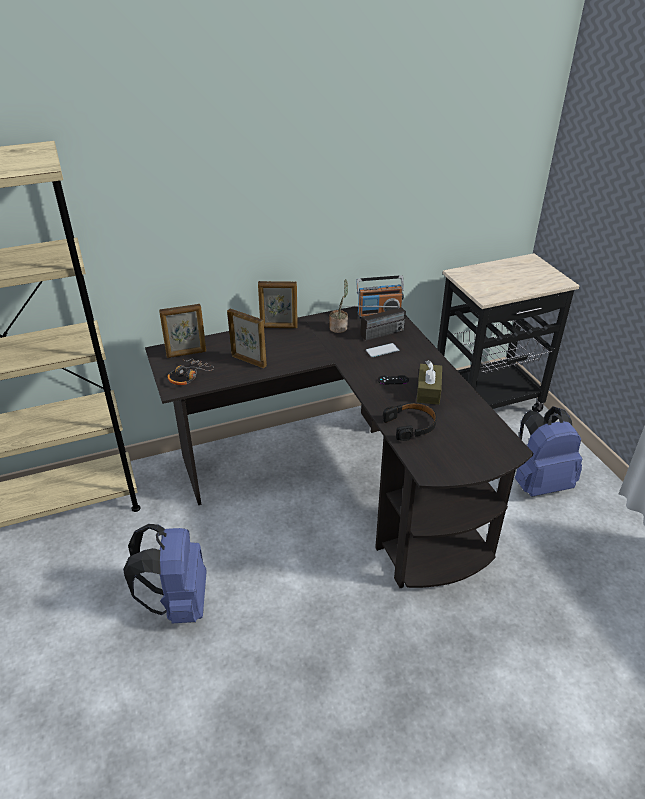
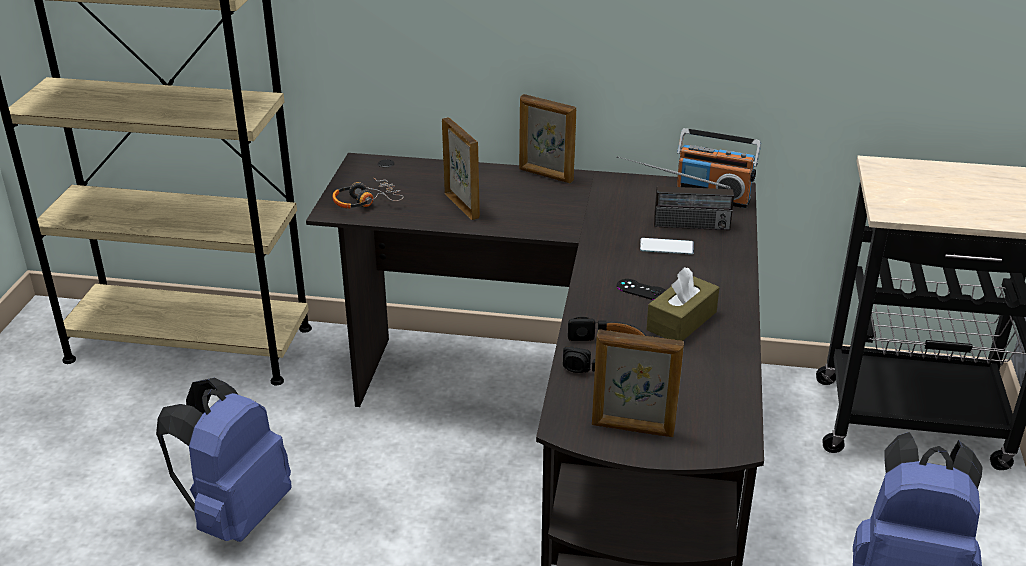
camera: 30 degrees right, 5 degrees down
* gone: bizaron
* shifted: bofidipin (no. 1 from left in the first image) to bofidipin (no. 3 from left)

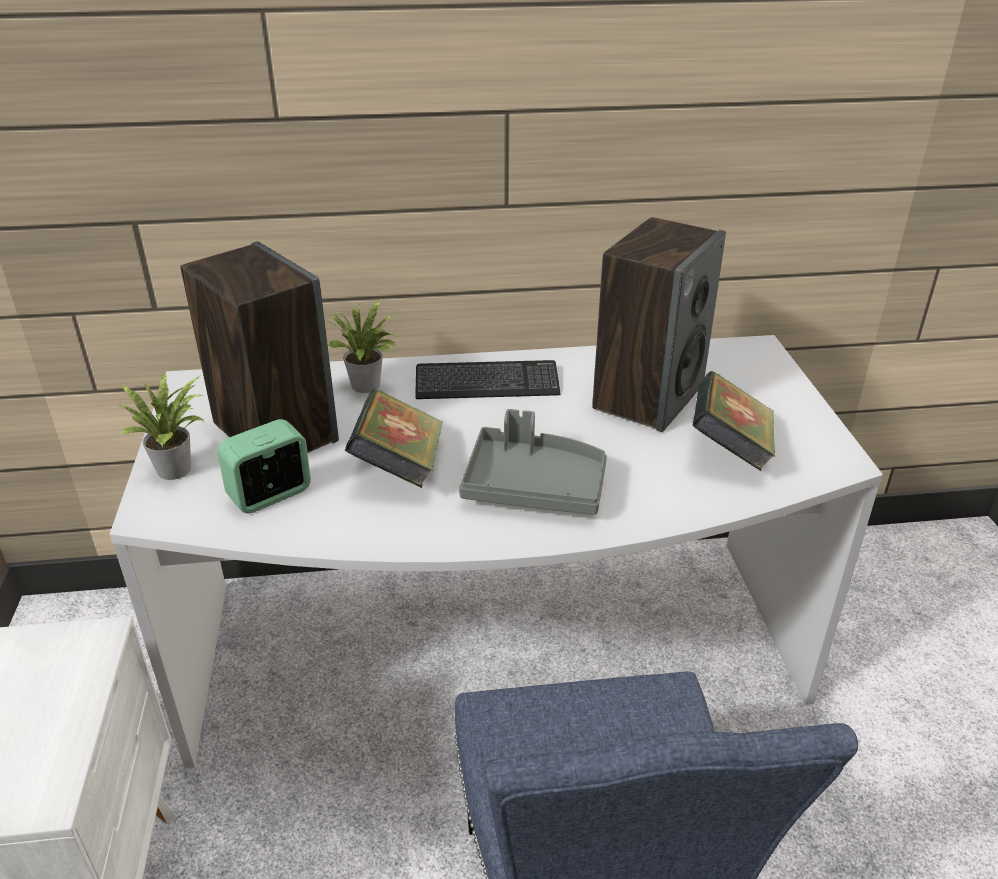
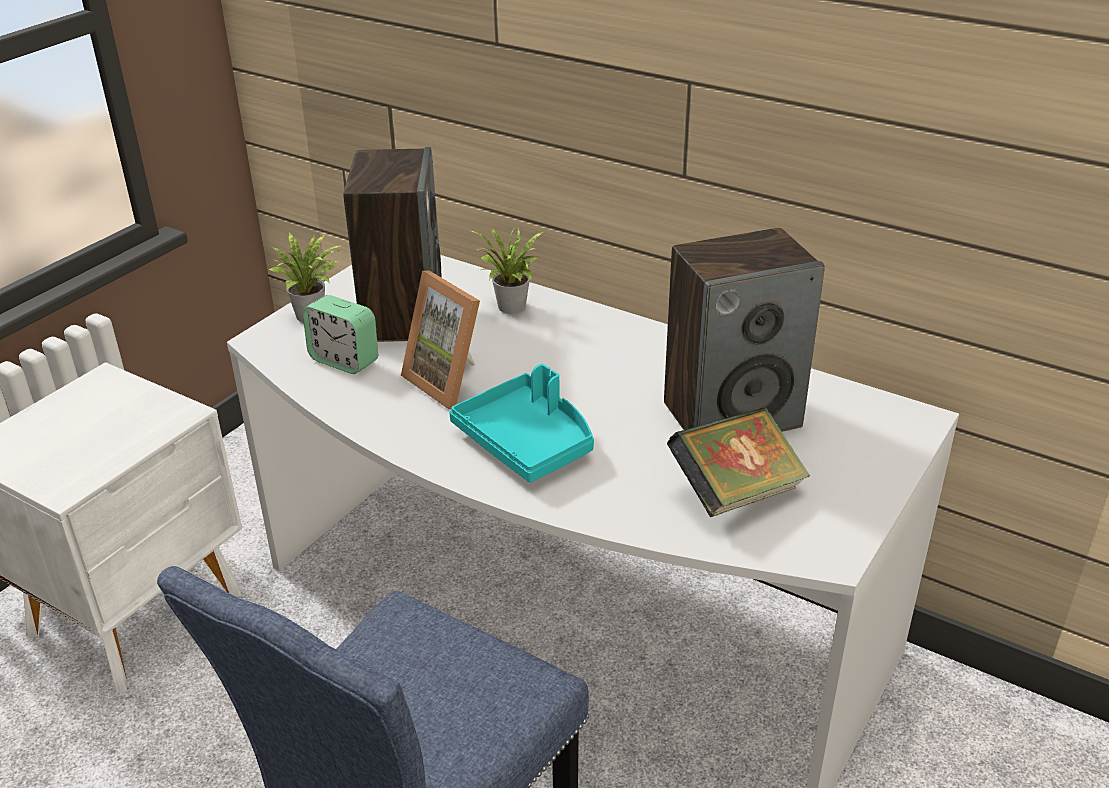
camera: 40 degrees right, 0 degrees up
* gone: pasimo
* swapped: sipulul (no. 1 from left) to bofidipin
* repainted: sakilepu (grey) to sakilepu (turquoise)
* rotated: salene 150 degrees counterclockwise

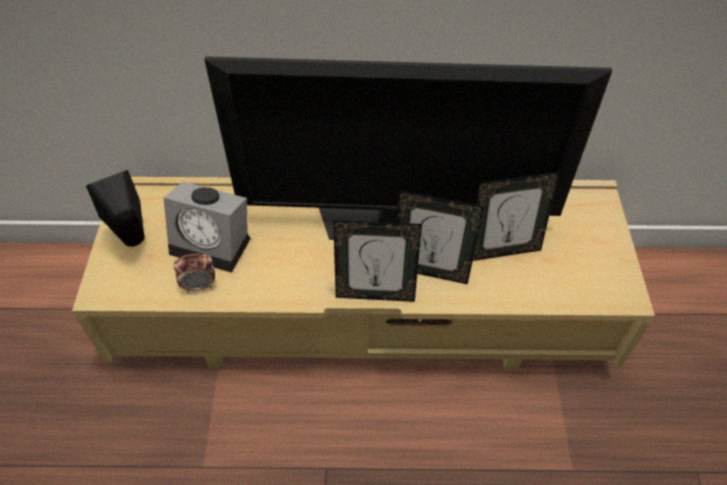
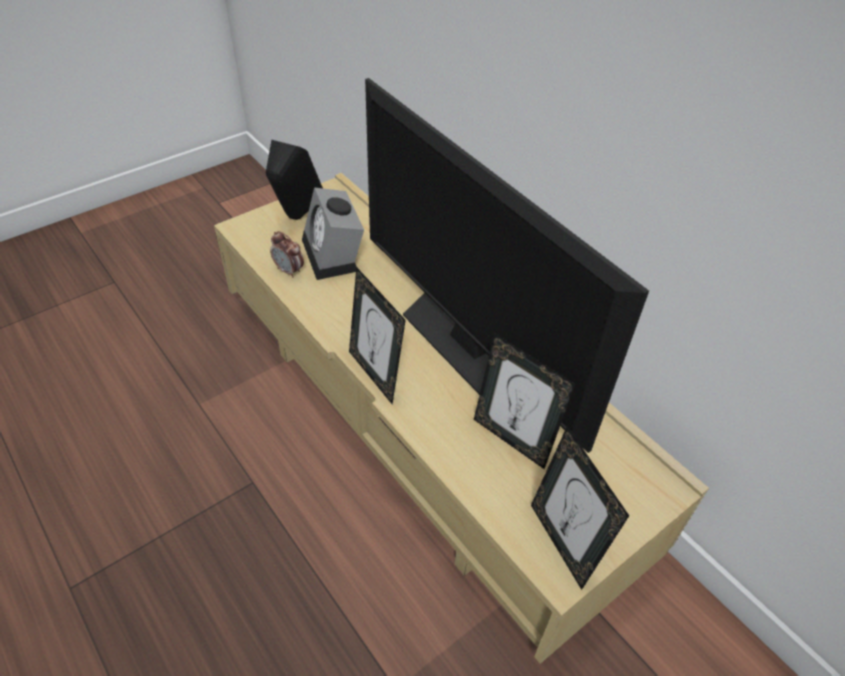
camera: 50 degrees right, 5 degrees down
* shifted: bofidipin (no. 2 from left in the first image) to bofidipin (no. 3 from left)

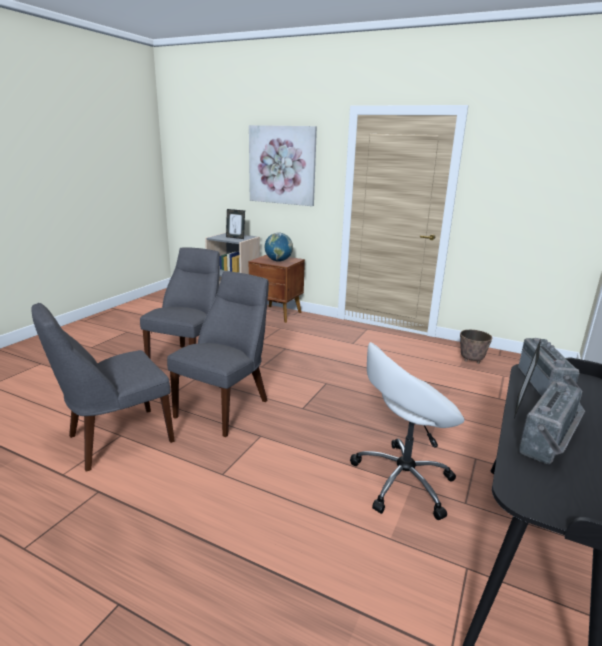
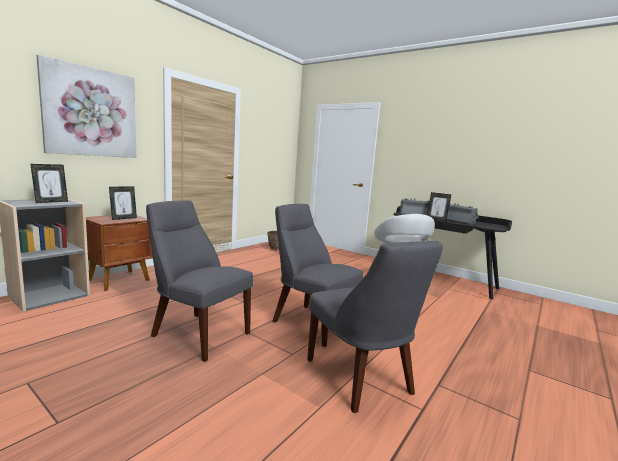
camera: 80 degrees left, 10 degrees down
* swapped: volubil to bofidipin (no. 2 from left)

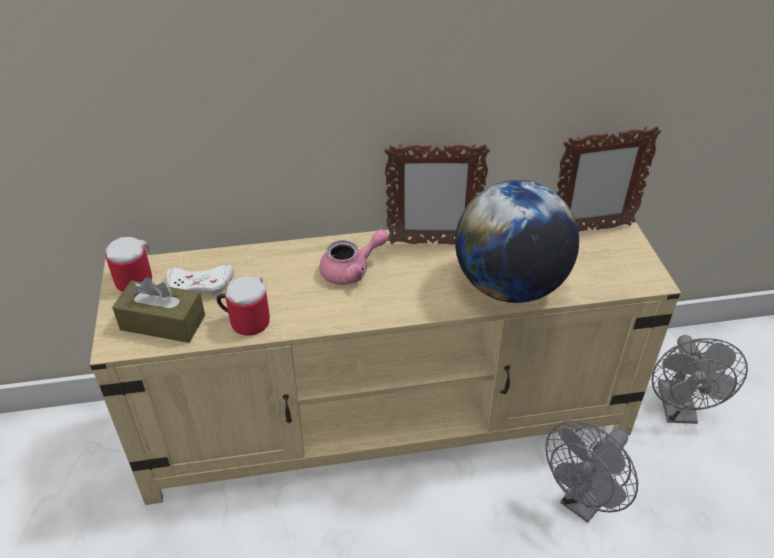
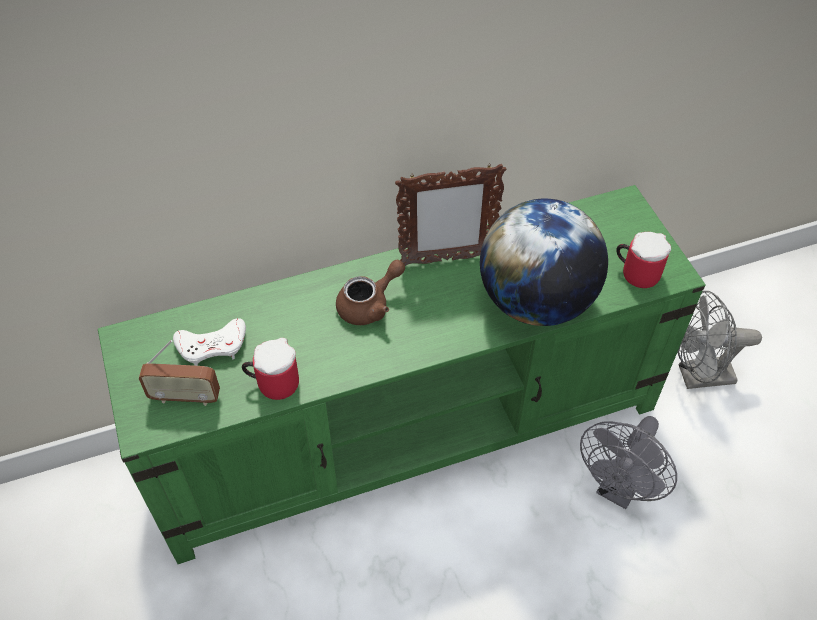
camera: 10 degrees left, 10 degrees up
* gone: bofidipin (no. 2 from left)
* shifted: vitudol (no. 1 from left in the first image) to vitudol (no. 2 from left)
* swapped: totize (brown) to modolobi
* repainted: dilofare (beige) to dilofare (green)
* repainted: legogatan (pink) to legogatan (brown)
* rotated: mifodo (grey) (no. 2 from left) 90 degrees clockwise

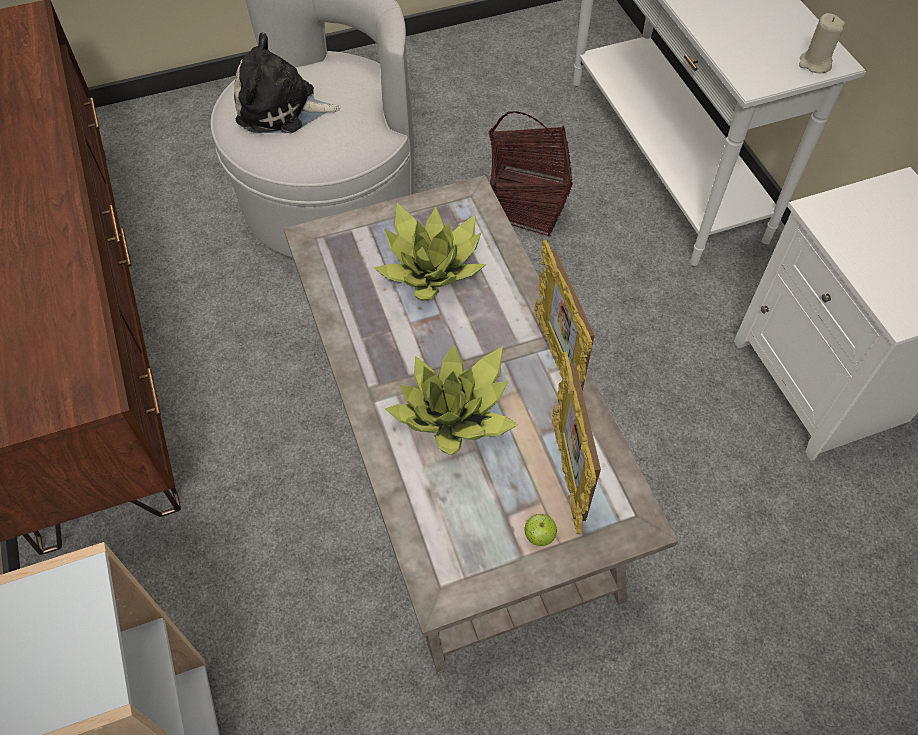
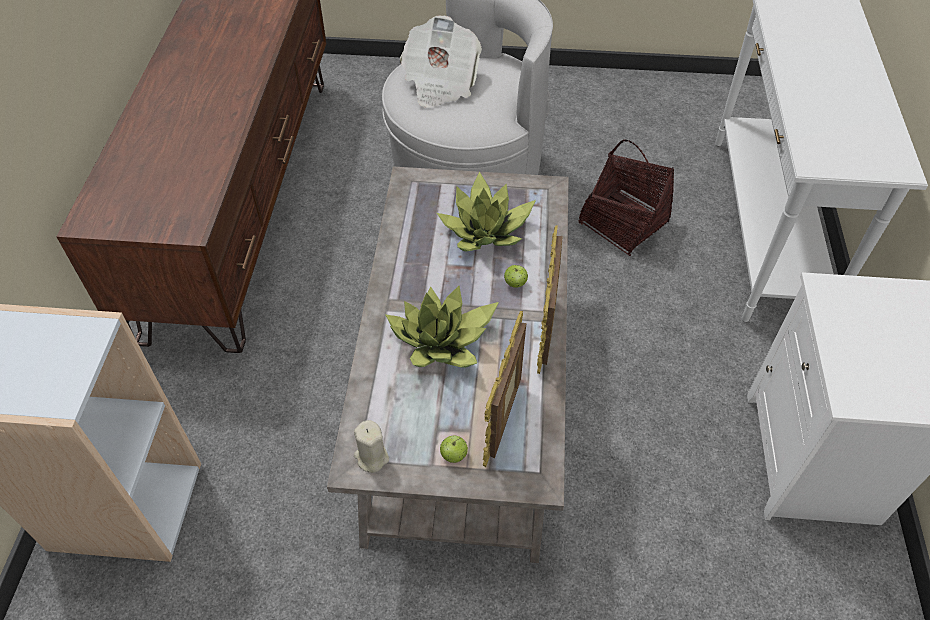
camera: 25 degrees right, 5 degrees down
* new: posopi (no. 2 from left)
* shifted: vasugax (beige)
* swapped: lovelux to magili

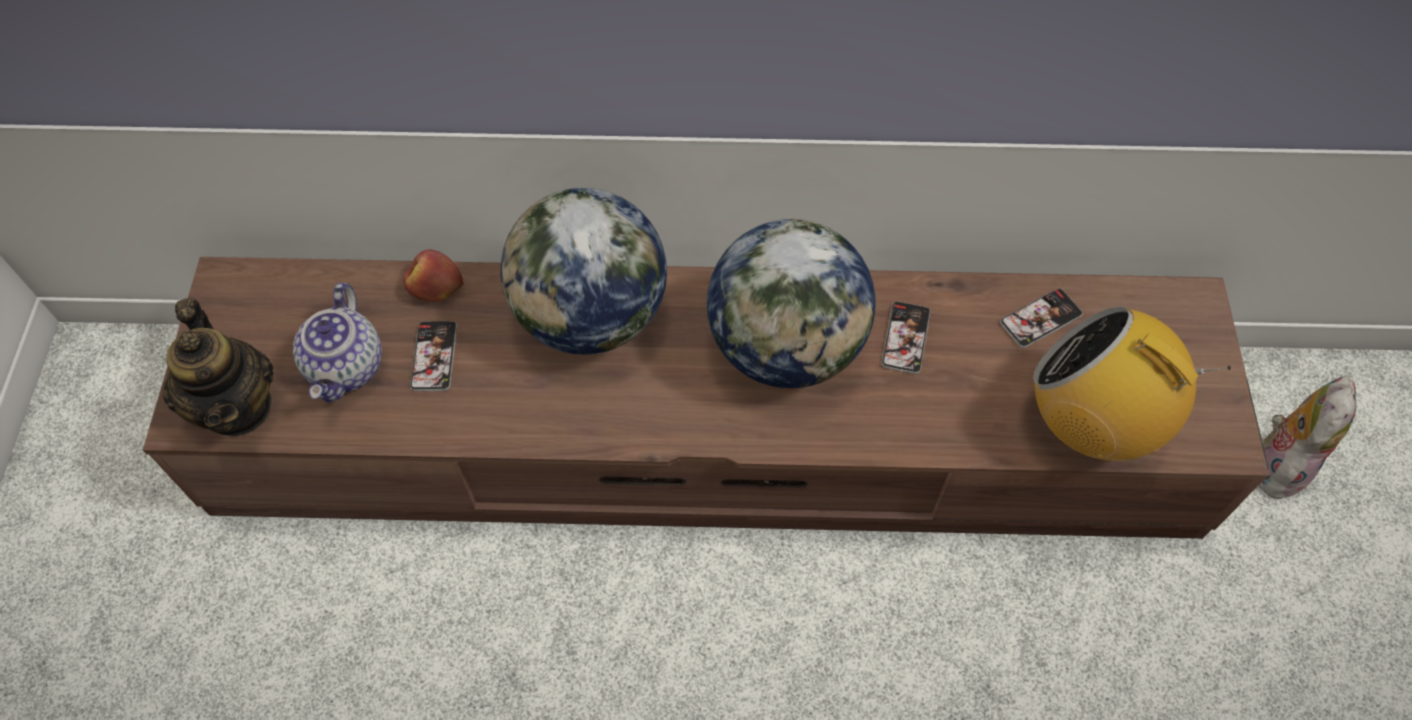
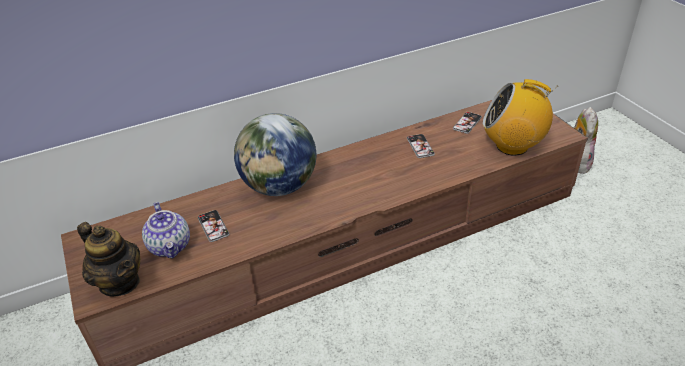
camera: 25 degrees left, 20 degrees down
* gone: posopi
* gone: volubil (no. 2 from left)

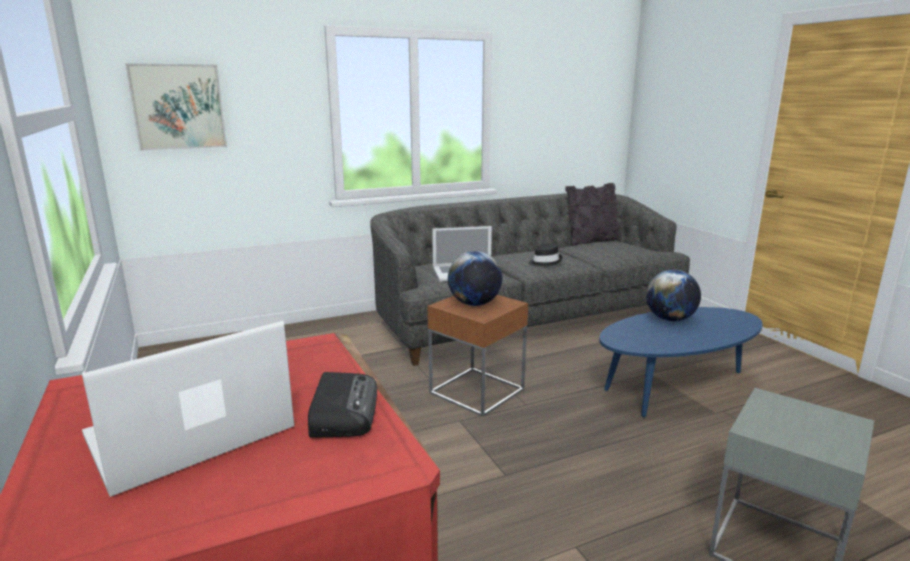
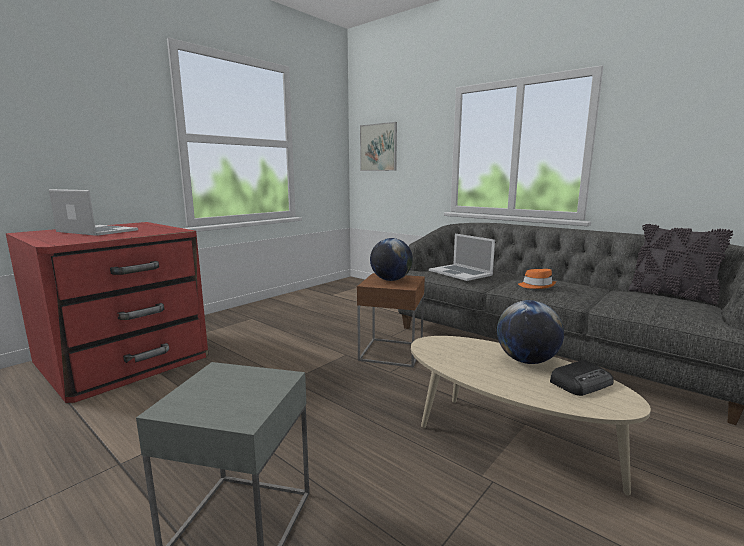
camera: 65 degrees right, 5 degrees down
* shifted: modolobi
* repainted: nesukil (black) to nesukil (orange)
* repainted: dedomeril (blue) to dedomeril (beige)

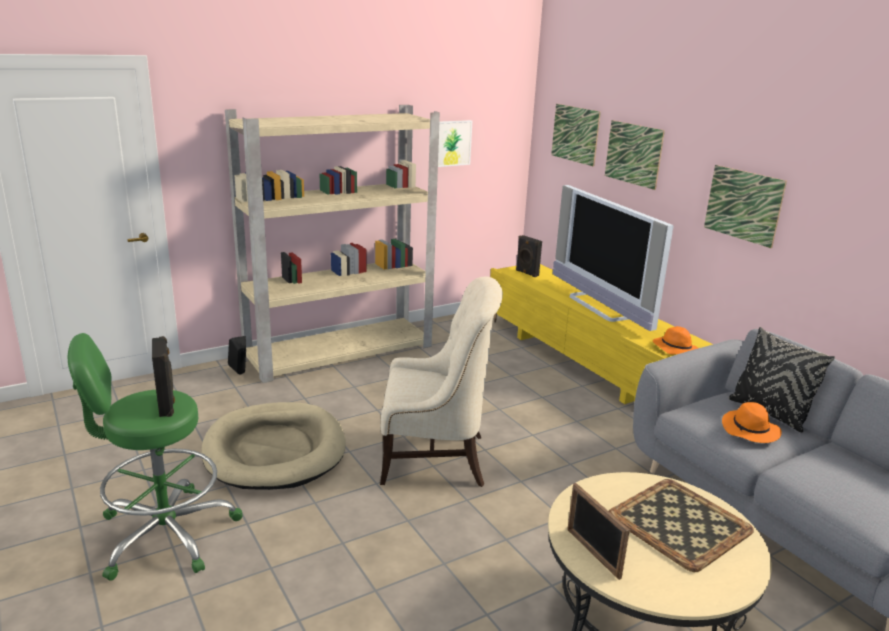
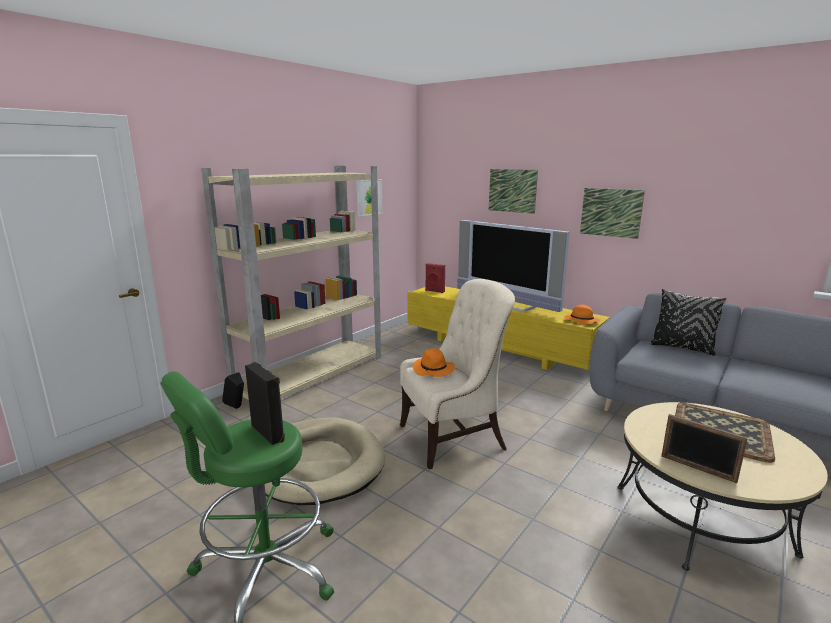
camera: 20 degrees left, 5 degrees down
* gone: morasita (no. 2 from left)
* shifted: nesukil (orange) (no. 2 from left in the first image) to nesukil (orange) (no. 1 from left)
* repainted: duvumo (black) (no. 3 from left) to duvumo (red)

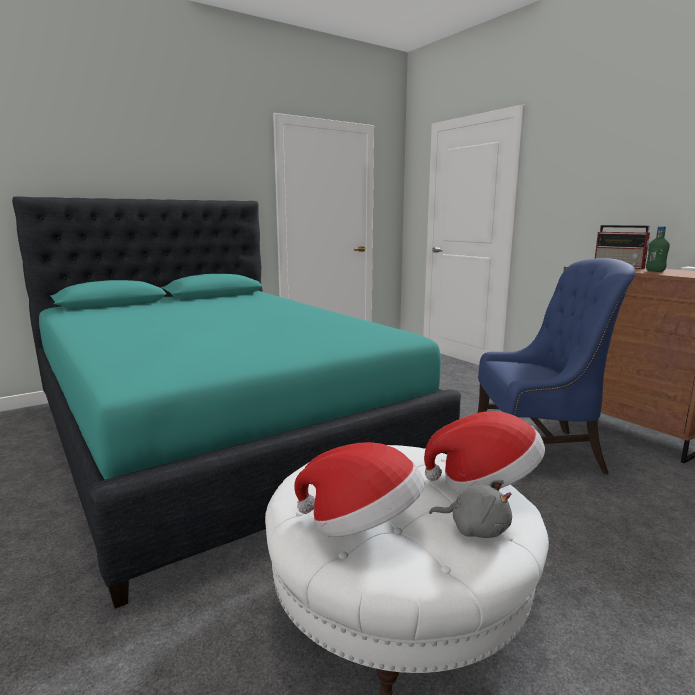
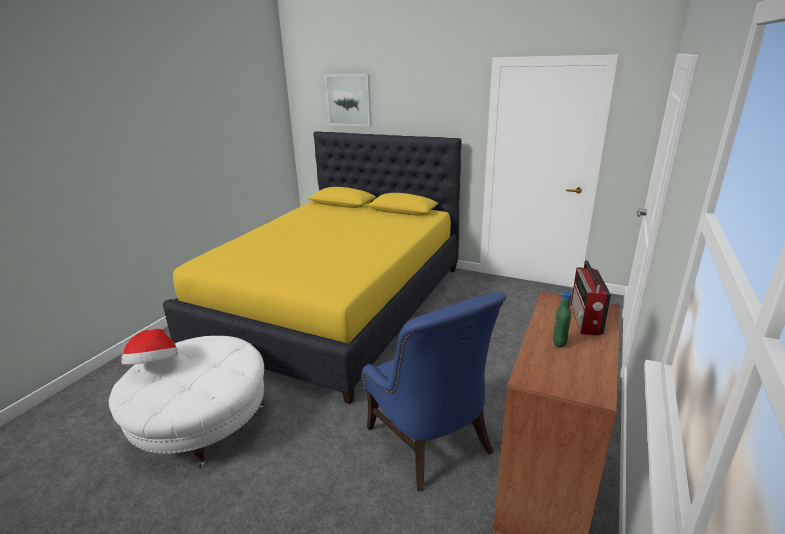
camera: 60 degrees right, 10 degrees up
* gone: nesukil (no. 2 from left)
* gone: lovelux (grey)
* new: morasita
* repainted: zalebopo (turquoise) to zalebopo (yellow)

